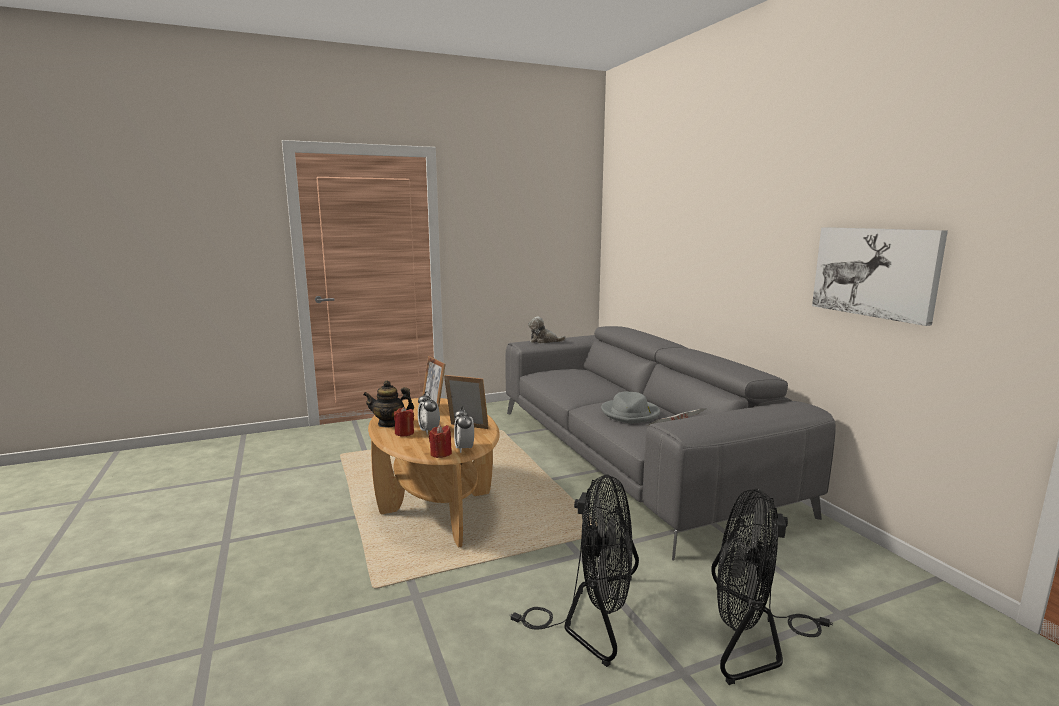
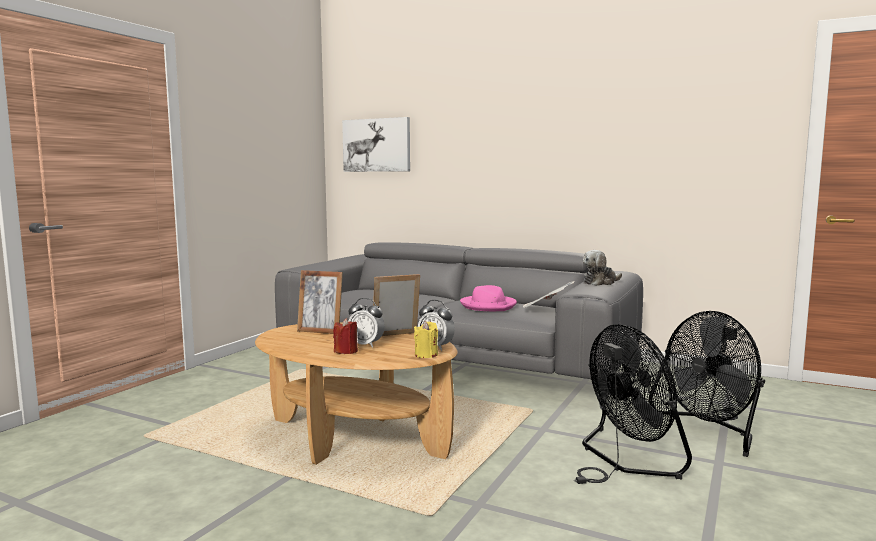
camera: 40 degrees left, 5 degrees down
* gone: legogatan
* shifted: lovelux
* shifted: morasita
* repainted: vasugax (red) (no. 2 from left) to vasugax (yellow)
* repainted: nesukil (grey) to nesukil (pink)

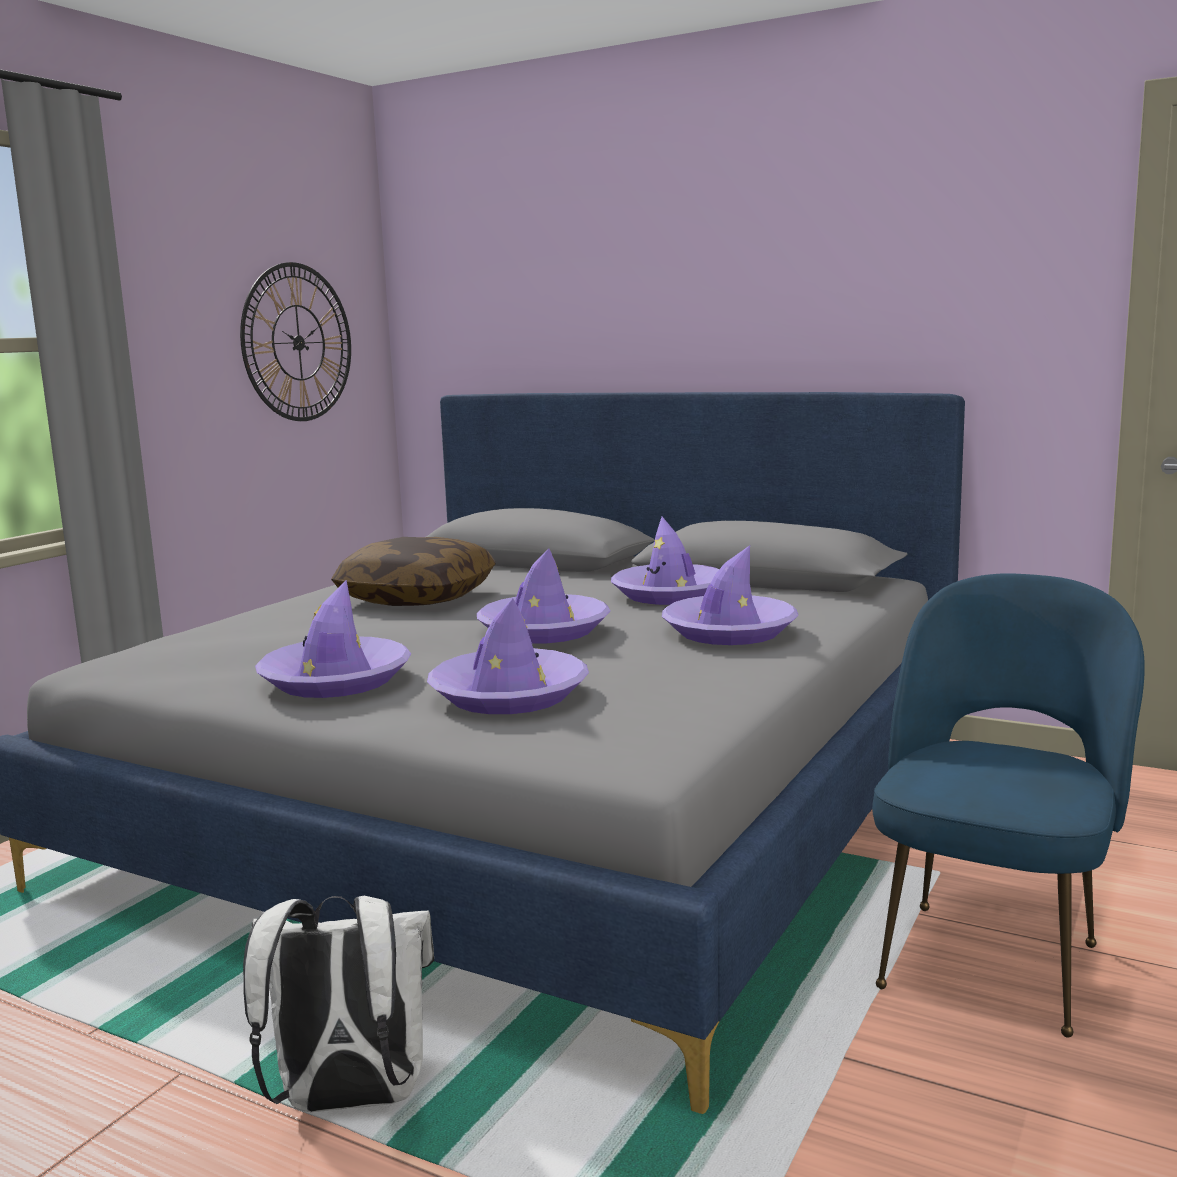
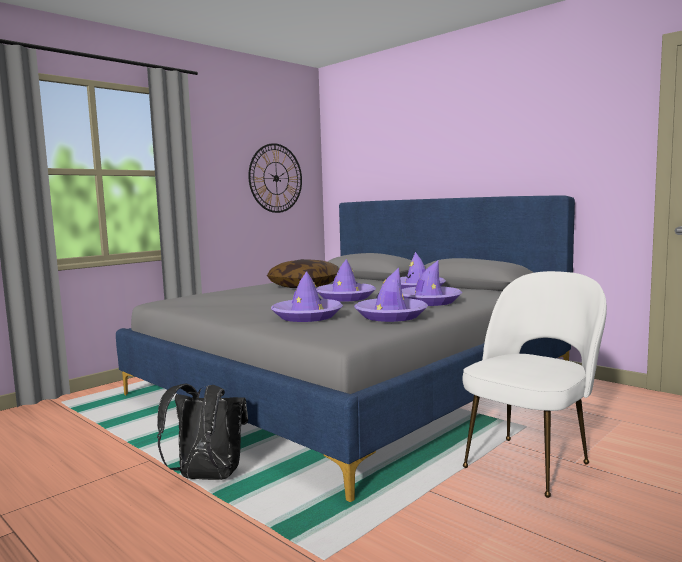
camera: 15 degrees right, 5 degrees down
* shifted: nesukil (purple) (no. 1 from left in the first image) to nesukil (purple) (no. 3 from left)
* repainted: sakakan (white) to sakakan (black)
* repainted: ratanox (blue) to ratanox (white)

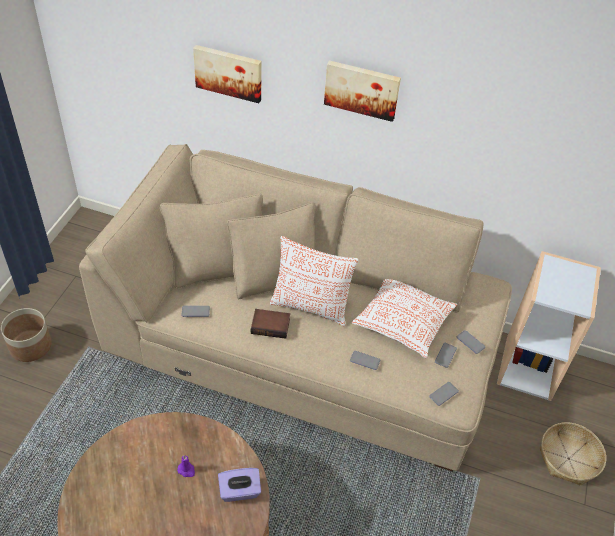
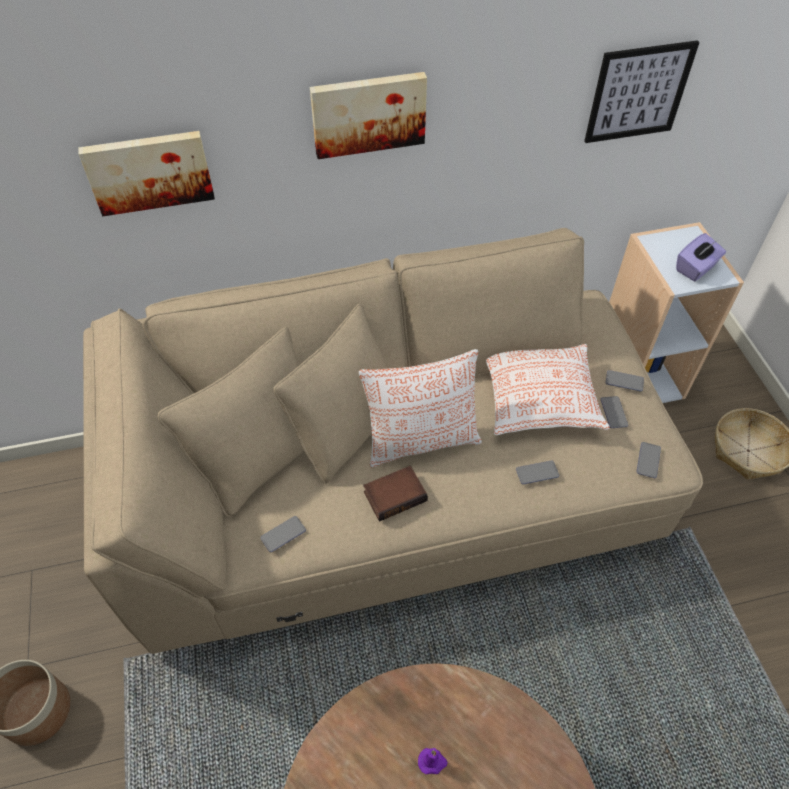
camera: 30 degrees left, 5 degrees up
* new: morasita (no. 3 from left)
* shifted: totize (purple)

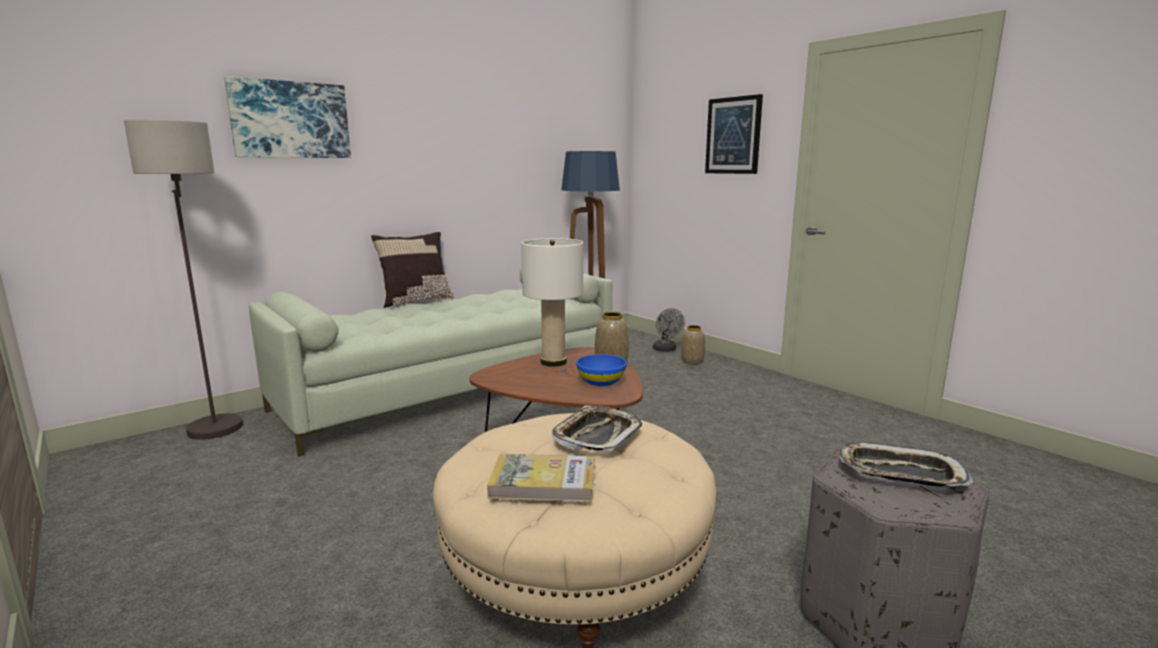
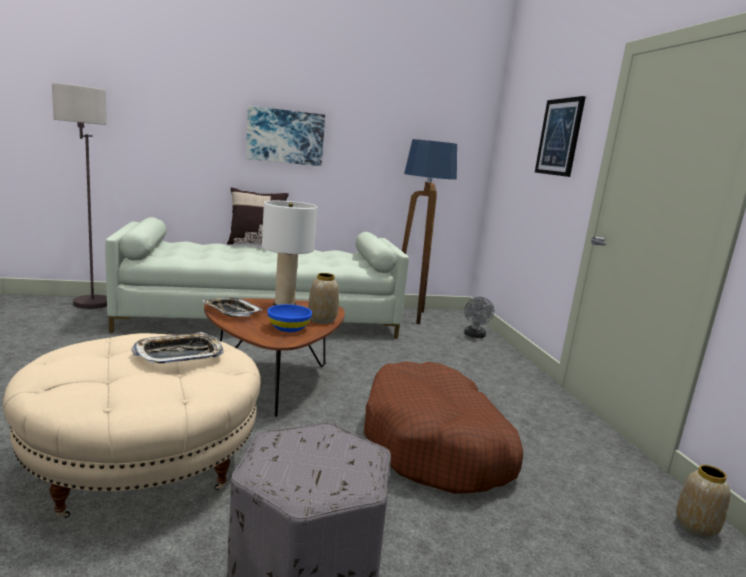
camera: 25 degrees right, 0 degrees up
* gone: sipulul
* new: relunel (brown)
* shifted: morasita (no. 1 from left)
* shifted: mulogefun (no. 2 from left)
* shifted: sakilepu (no. 2 from left)

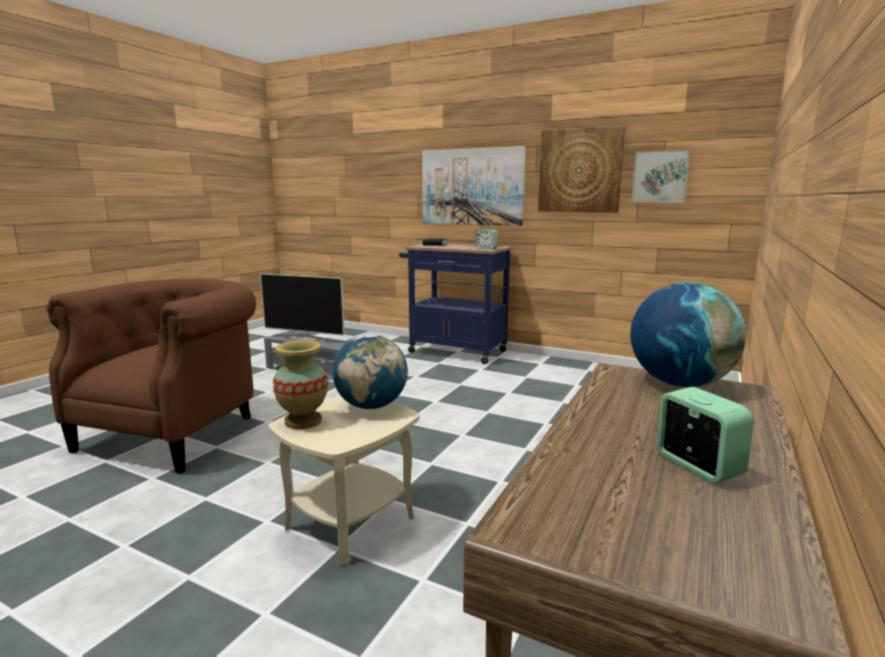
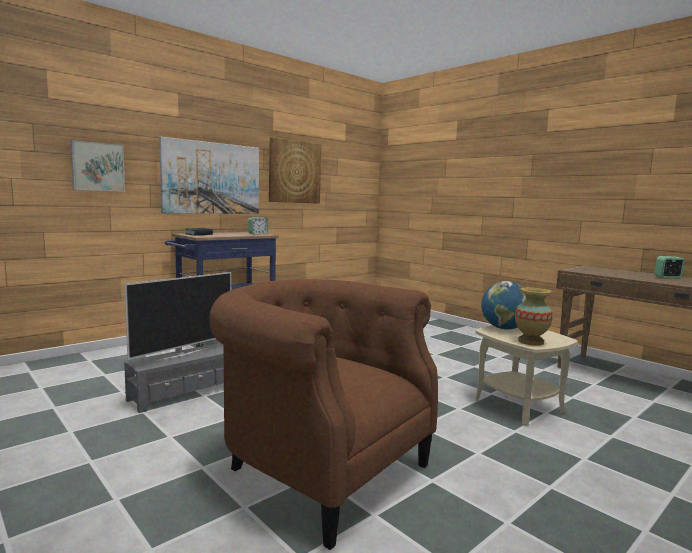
camera: 70 degrees left, 5 degrees down
* gone: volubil (no. 2 from left)
* shifted: morasita (no. 3 from left in the first image) to morasita (no. 1 from left)

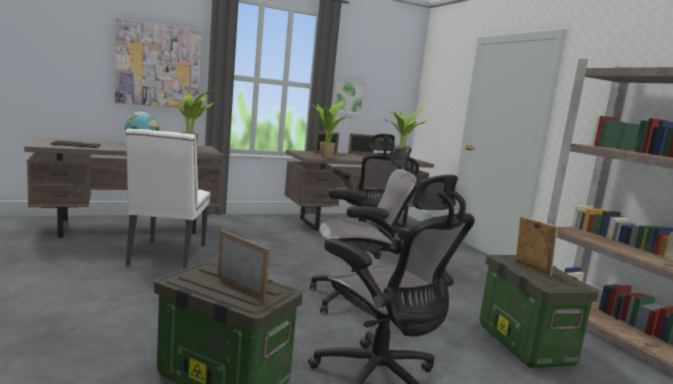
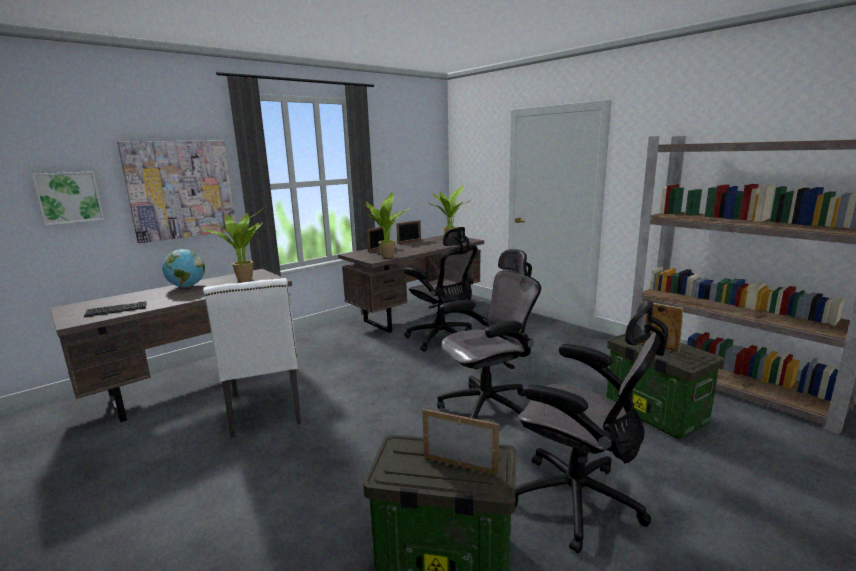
camera: 15 degrees left, 5 degrees up
* shifted: morasita (no. 2 from left in the first image) to morasita (no. 1 from left)

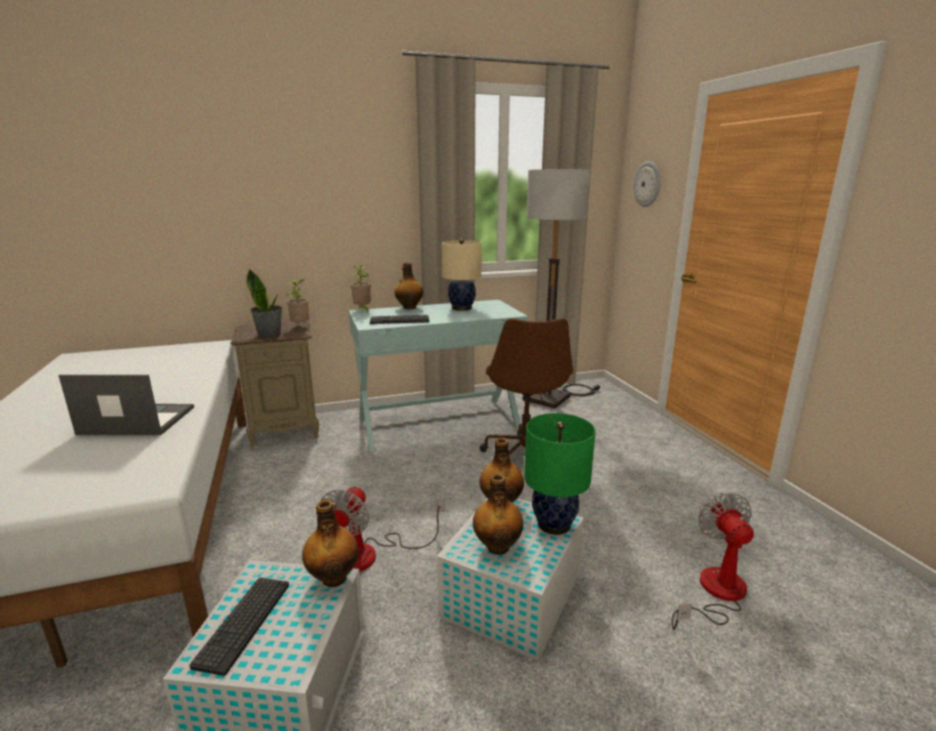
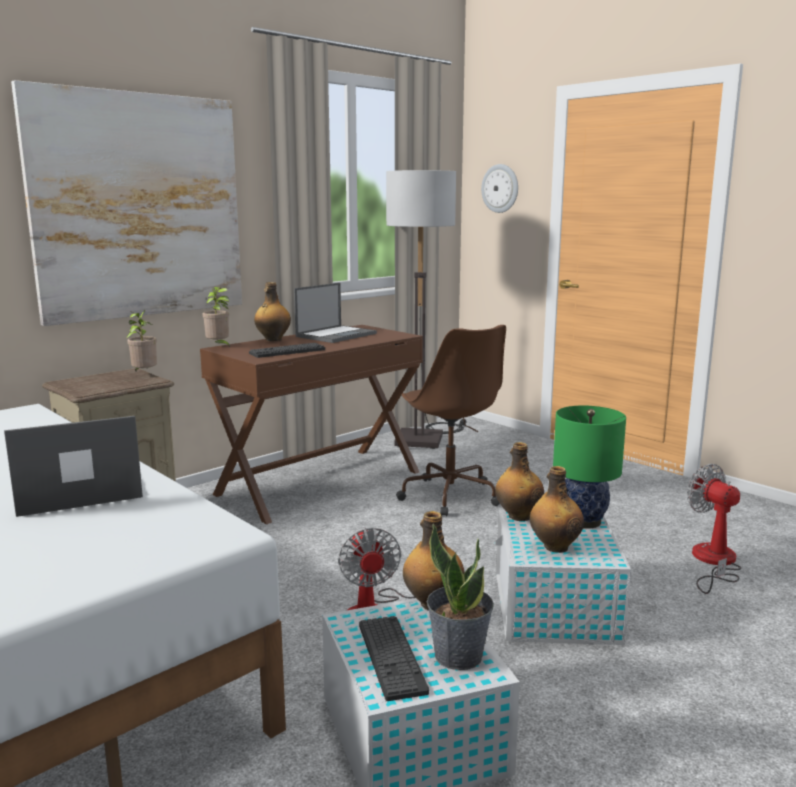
camera: 25 degrees left, 5 degrees down
* new: morasita
* shifted: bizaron (no. 1 from left in the first image) to bizaron (no. 3 from left)
* swapped: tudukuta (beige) to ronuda (no. 2 from left)
* repainted: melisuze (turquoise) to melisuze (brown)

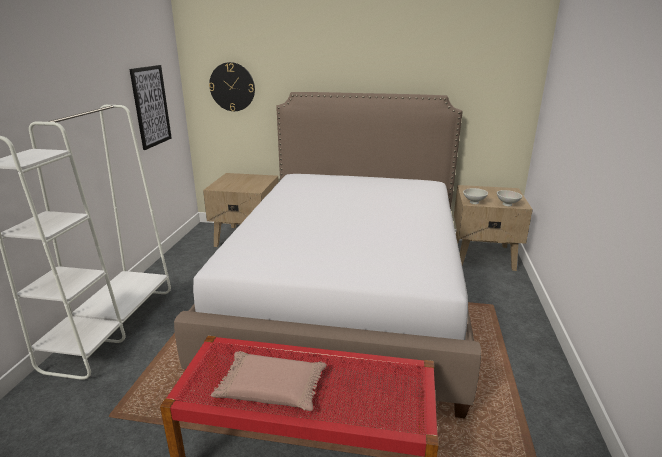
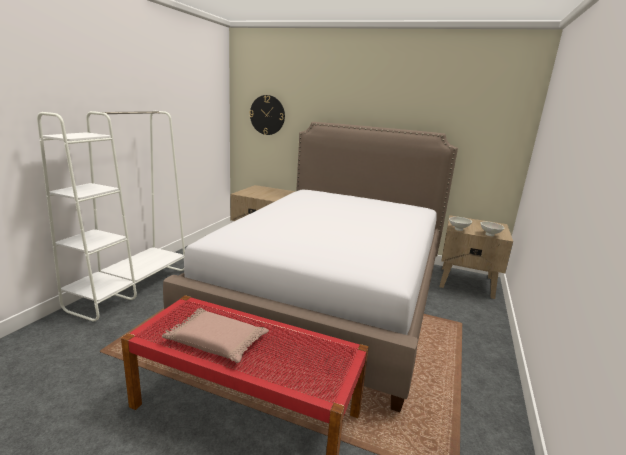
camera: 10 degrees right, 5 degrees down
* gone: morasita

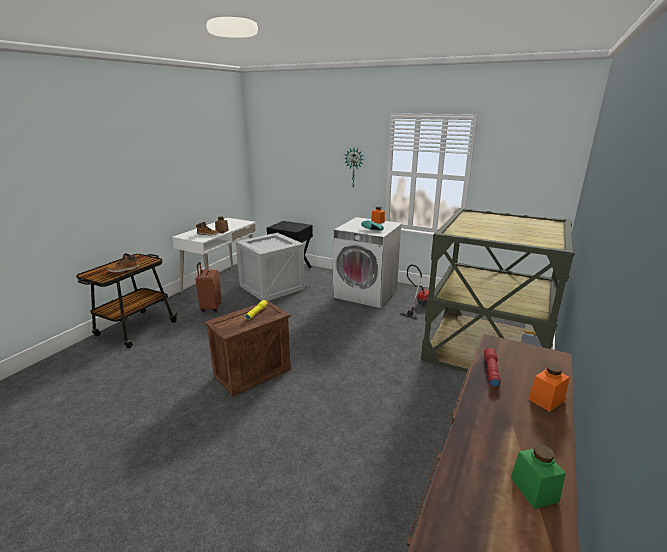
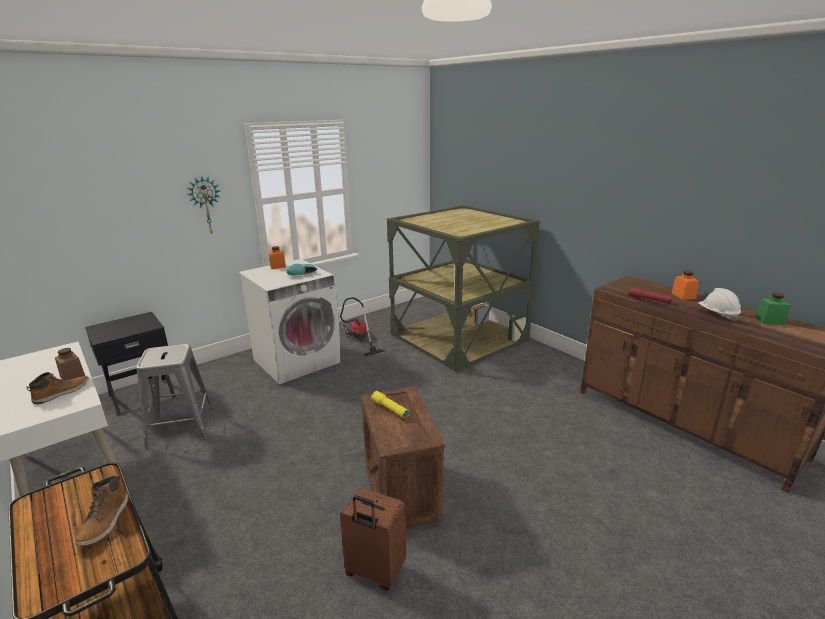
camera: 65 degrees left, 0 degrees up
* new: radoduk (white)
* shifted: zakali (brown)
* swapped: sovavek (no. 2 from left) to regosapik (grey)

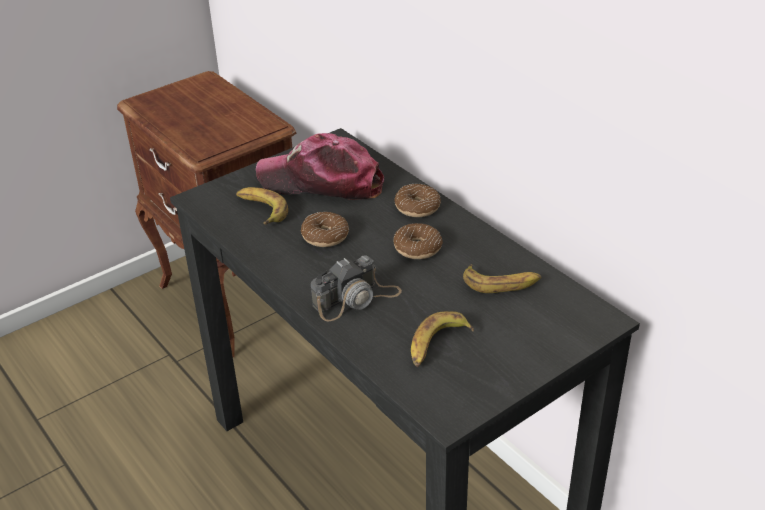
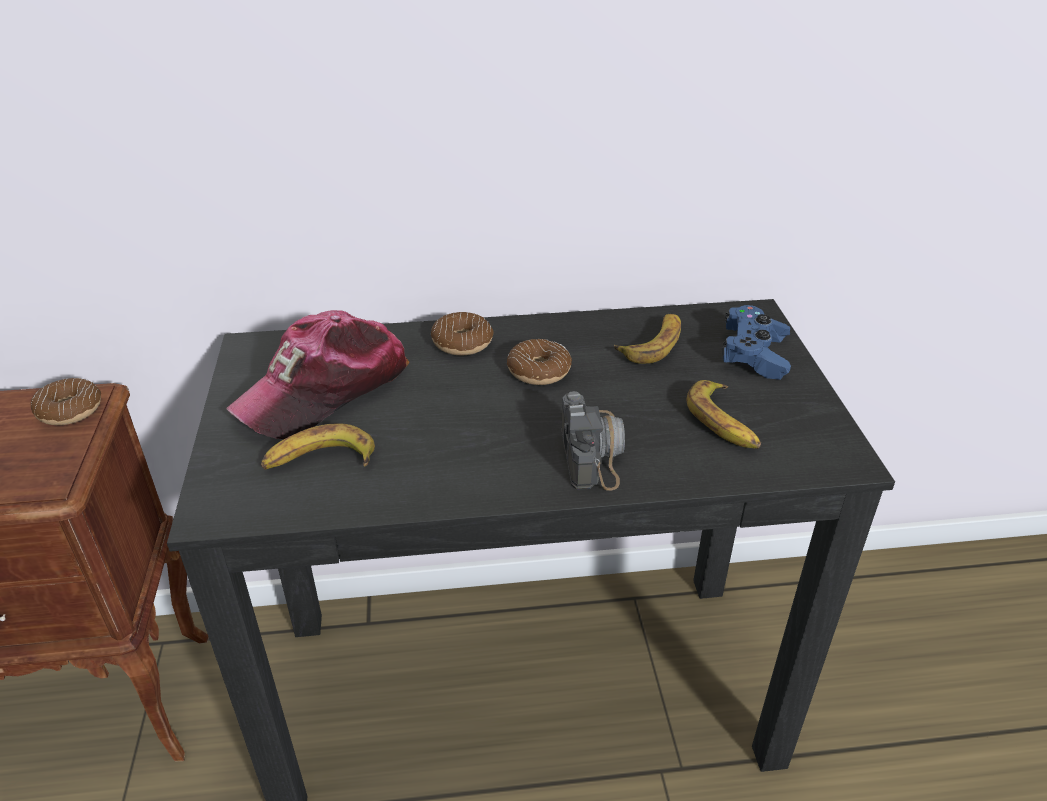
camera: 60 degrees left, 0 degrees up
* new: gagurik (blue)
* shifted: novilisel (no. 1 from left)

